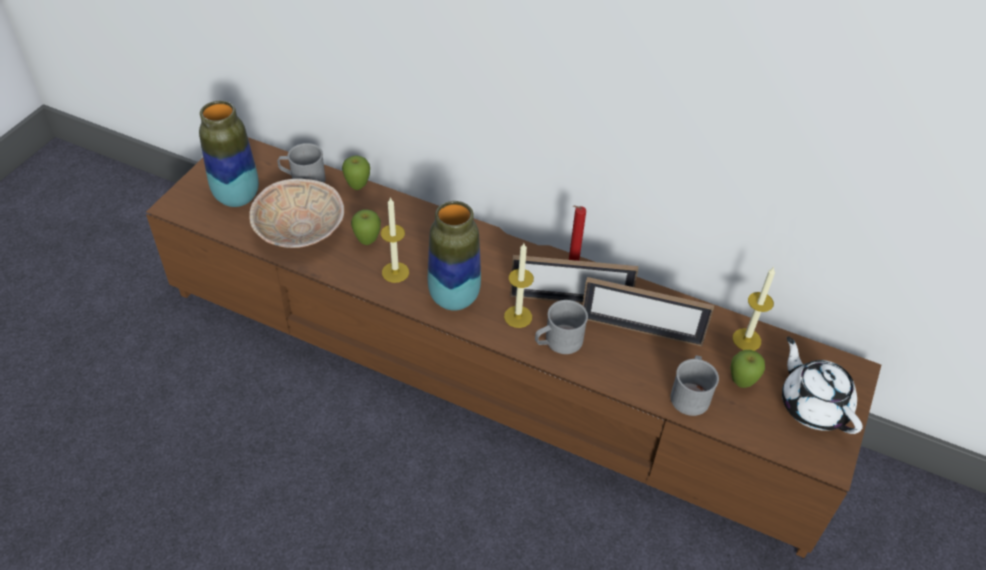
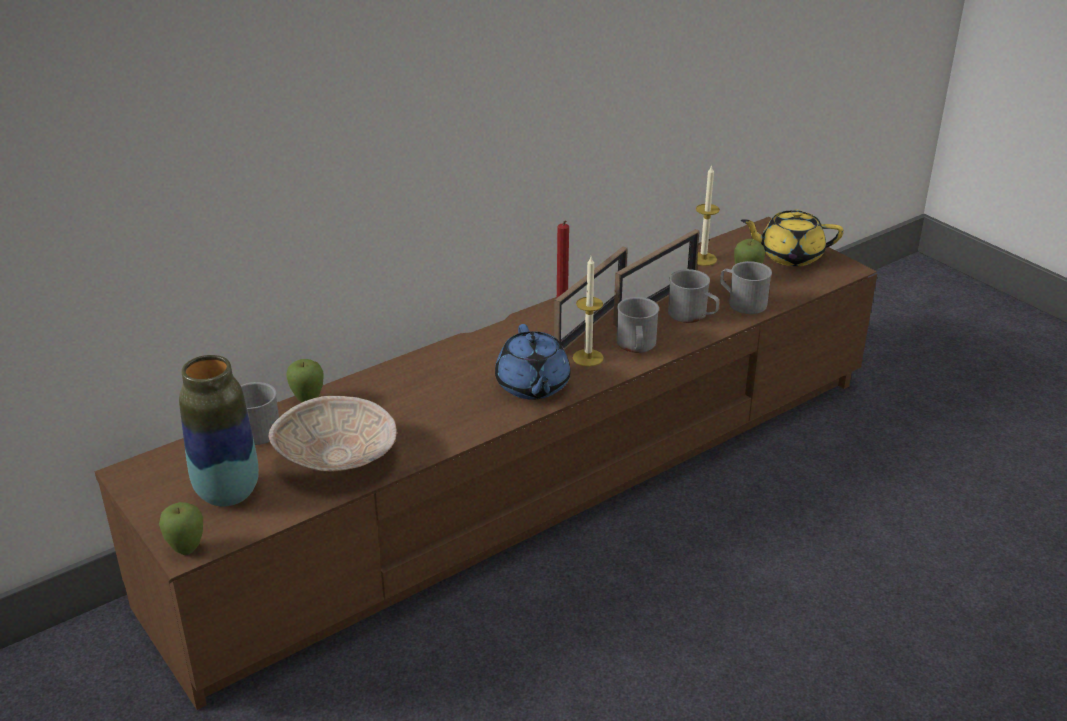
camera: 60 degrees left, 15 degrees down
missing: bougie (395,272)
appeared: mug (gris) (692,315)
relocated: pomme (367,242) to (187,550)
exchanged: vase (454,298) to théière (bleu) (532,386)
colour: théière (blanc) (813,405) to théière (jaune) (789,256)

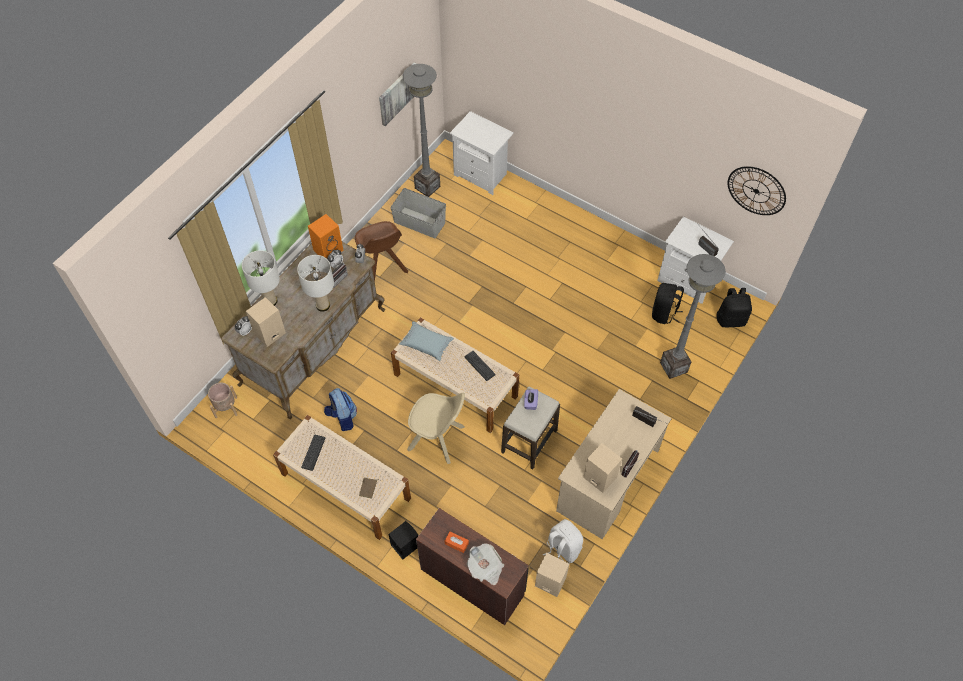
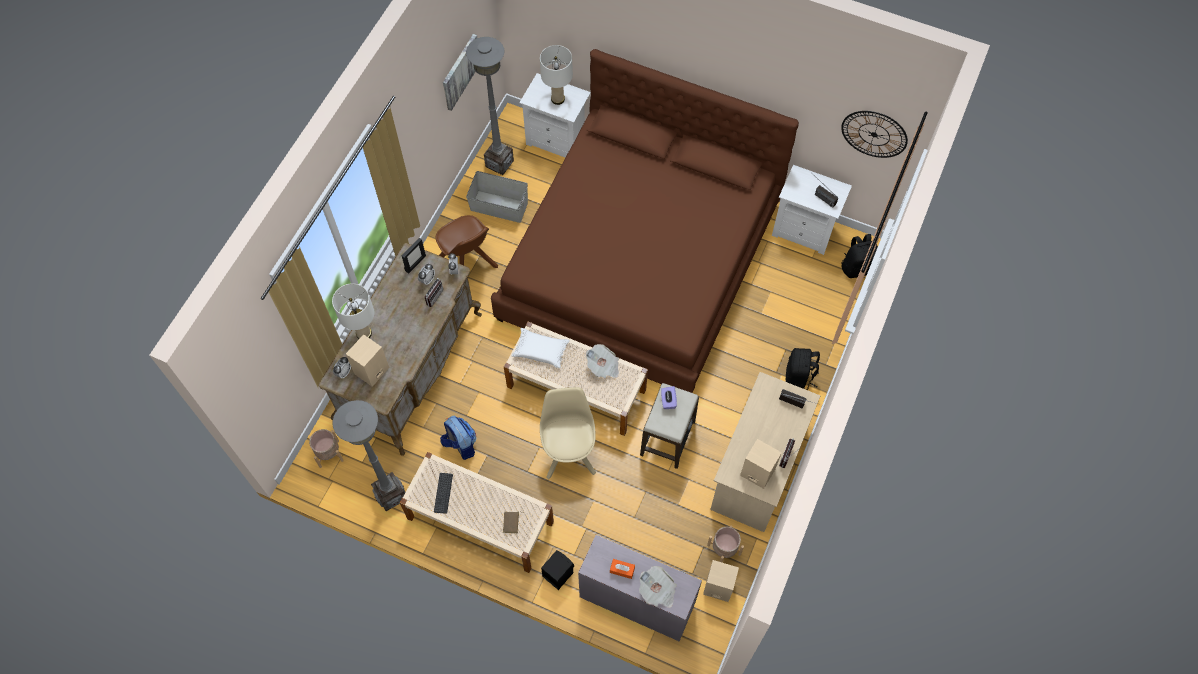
camera: 10 degrees left, 5 degrees up
appeared: lit (marron) (640,260)
relocated: lampe de table (blanc) (323,305) to (557,99); sac à dos (noir) (664,313) to (798,378); lampadaire (gris) (674,367) to (391,495)
exchanged: enceinte (orange) (328,249) to cadre photo (415,263); clavier (479,366) to journal (603,366); sac à dos (blanc) (562,549) to cache-pot (beige) (724,550)
colour: coussin (bleu) (426,343) to coussin (blanc) (540,350); bureau (marron) (472,580) to bureau (gris) (637,599)
spun: chaise (beige) (437,439) = (569,451) 105 degrees counterclockwise

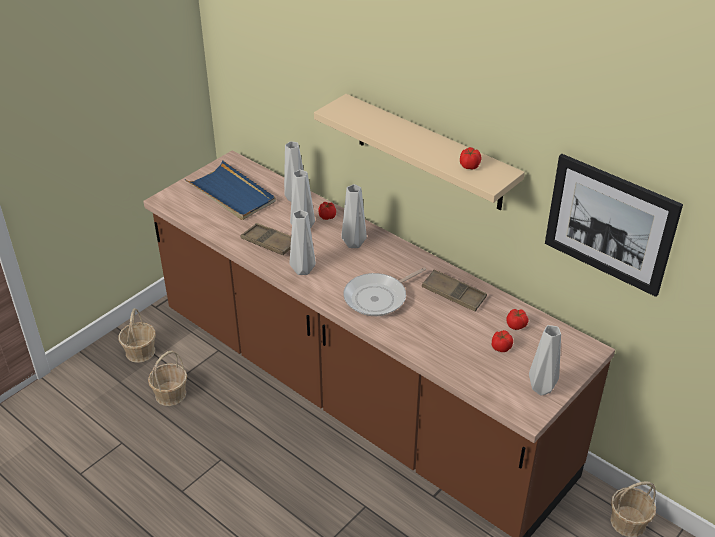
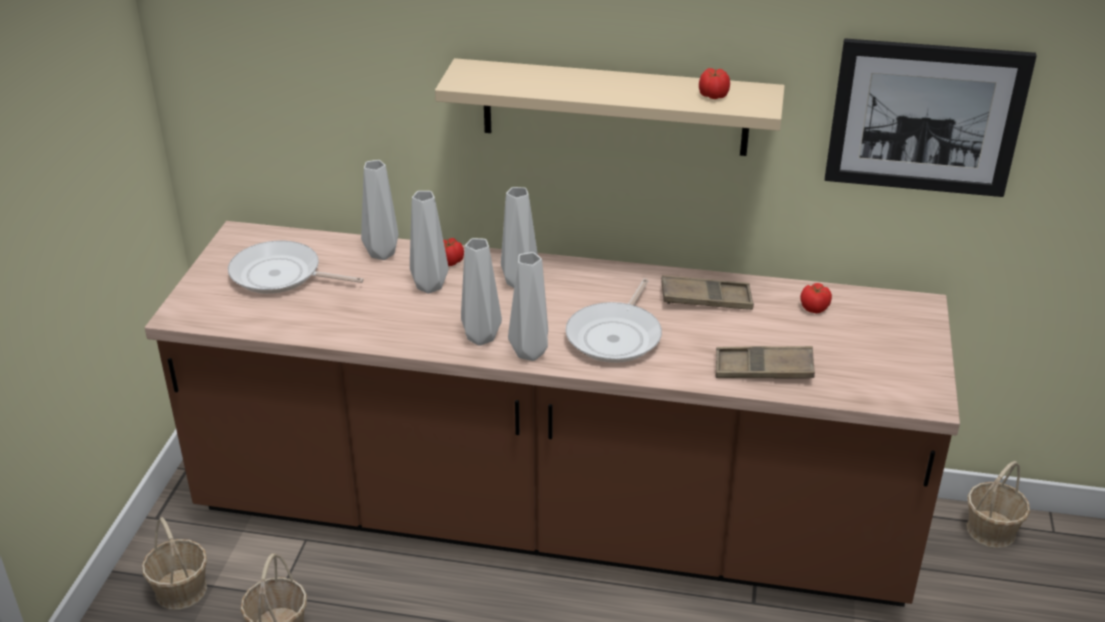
camera: 30 degrees left, 5 degrees down
missing: tomate (500,347)
relocated: plateau (marron) (269,243) to (763,369); vase (gris) (540,388) to (528,353)
exchanged: plateau (bleu) (231,194) to poêle (280,275)

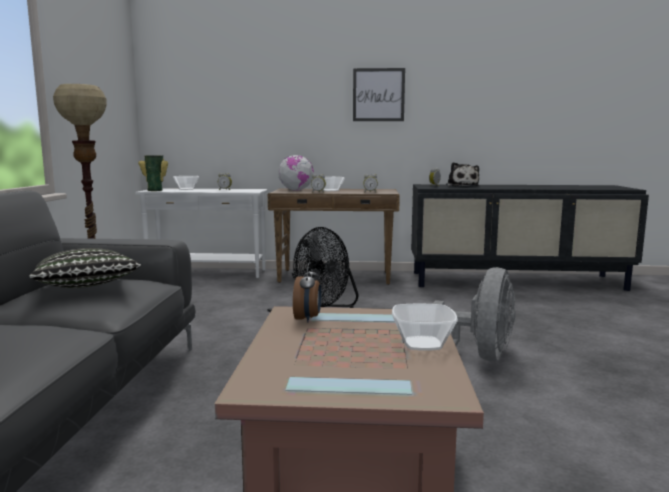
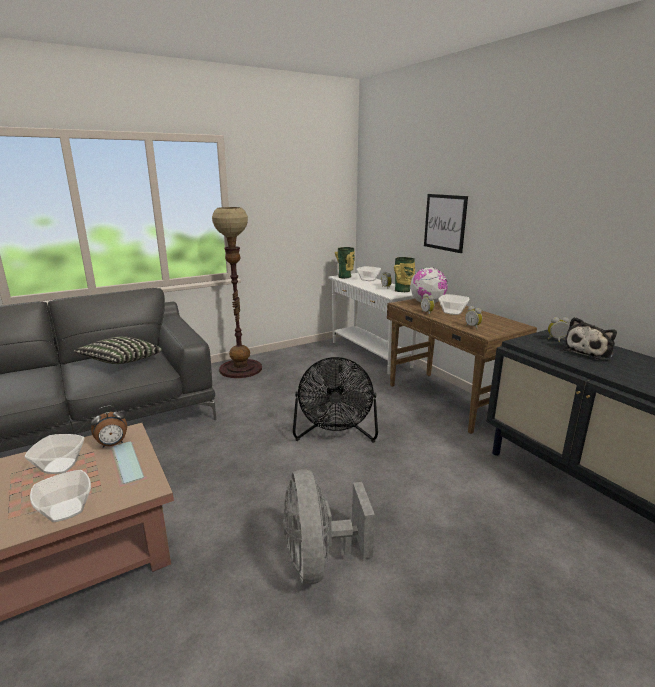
camera: 55 degrees right, 10 degrees up
appeared: bol (59,466); vase (403,290)
relocated: tableau (378,95) to (445,222)
spun: ventilateur (gris) (478,357) = (319,560) 90 degrees clockwise

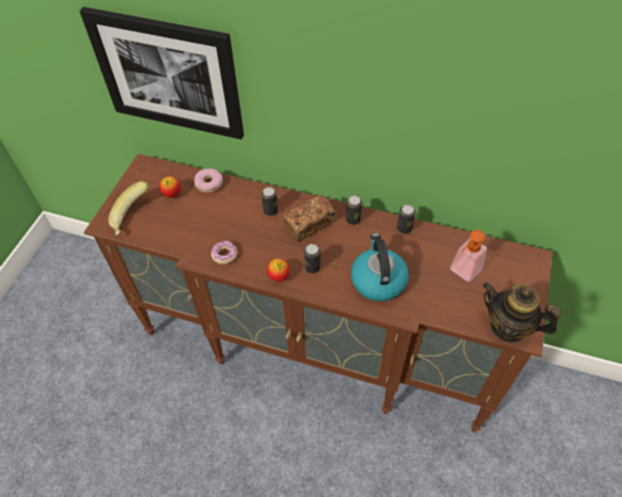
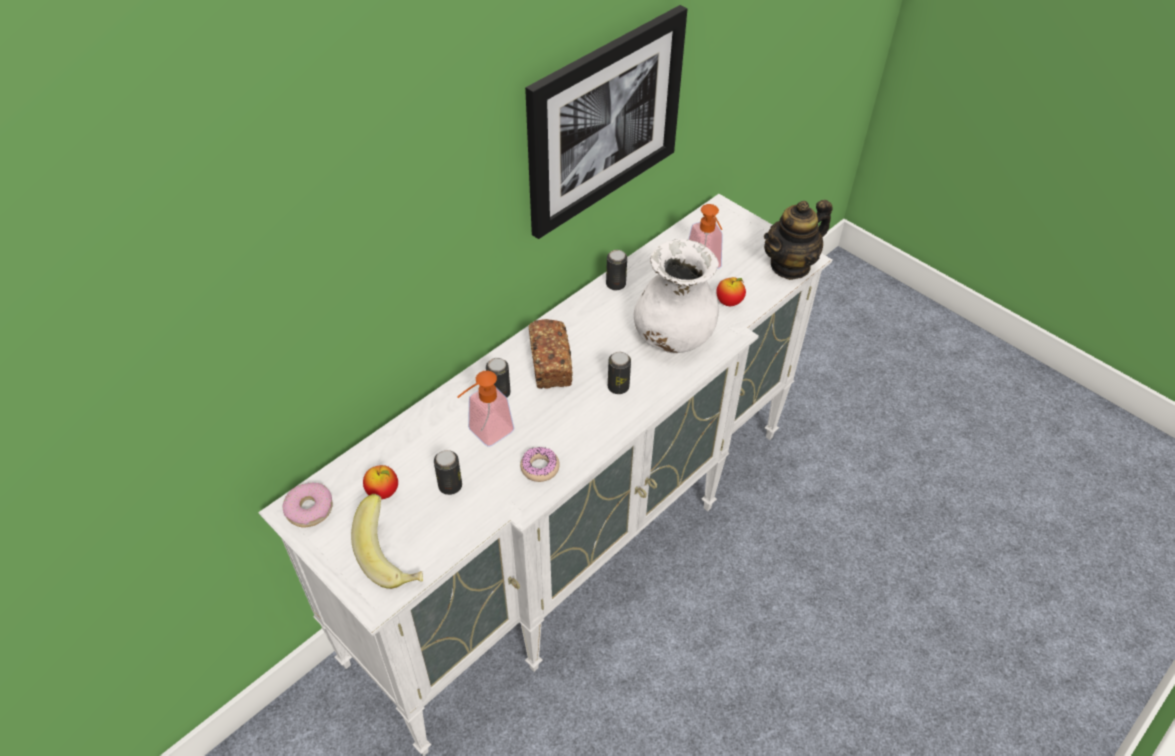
camera: 65 degrees left, 5 degrees down
appeared: distributeur de savon (485,434)
relocated: tableau (168,74) to (603,121); beignet (209,183) to (309,509); pomme (279,276) to (729,302); boîte métallique (353,219) to (450,486)
exchanged: bouilloire (377,280) to vase (blanc) (673,337)
colour: meuble de rangement (marron) (315,347) to meuble de rangement (blanc) (580,542)

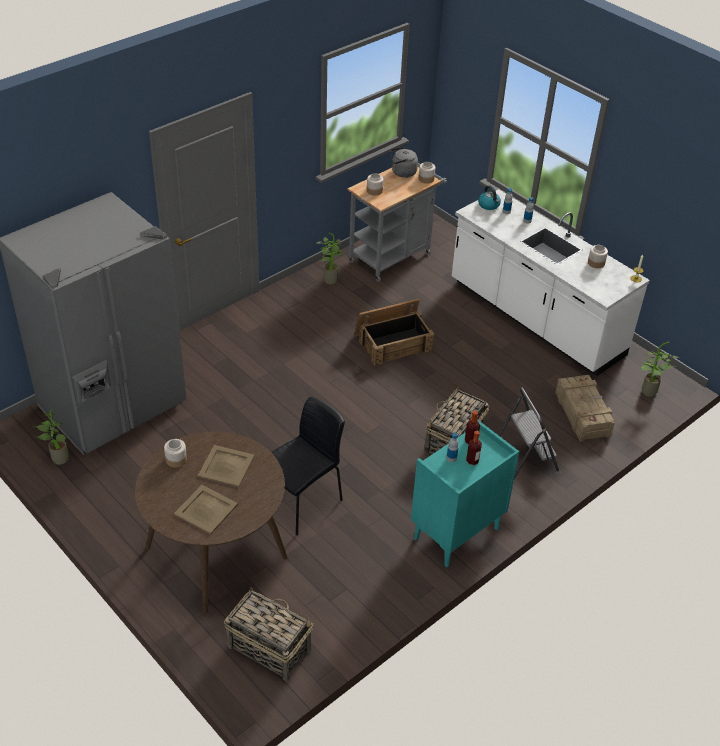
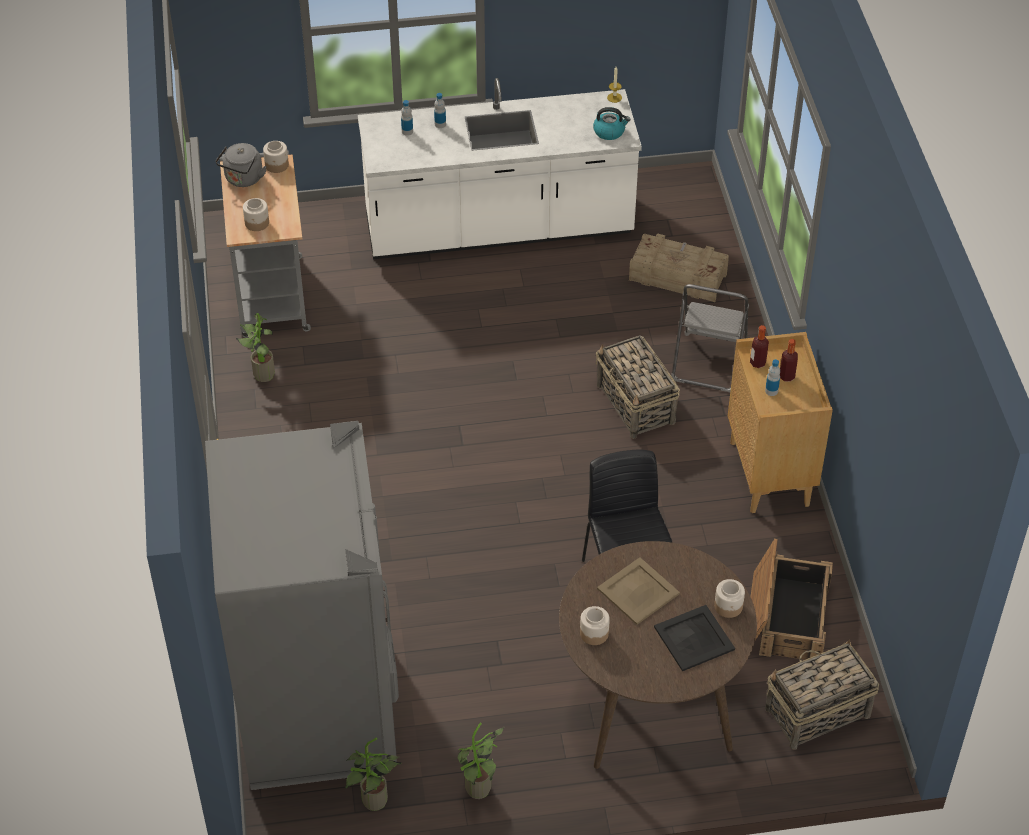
camera: 55 degrees left, 5 degrees up
relocated: caisse (393,342) to (785,617); bouilloire (489,205) to (609,132); bocal (596,263) to (728,606); plante en pot (648,393) to (480,792)
colour: plateau (beige) (206,510) to plateau (noir) (695,638); meuble de rangement (turquoise) (456,533) to meuble de rangement (marron) (769,474)

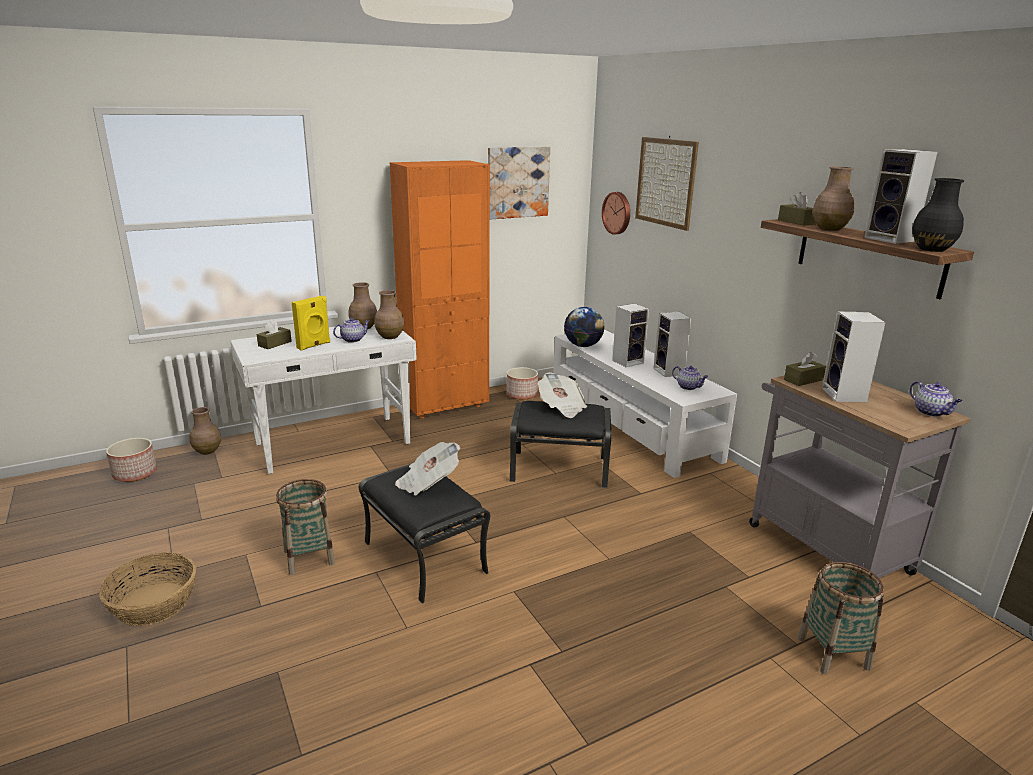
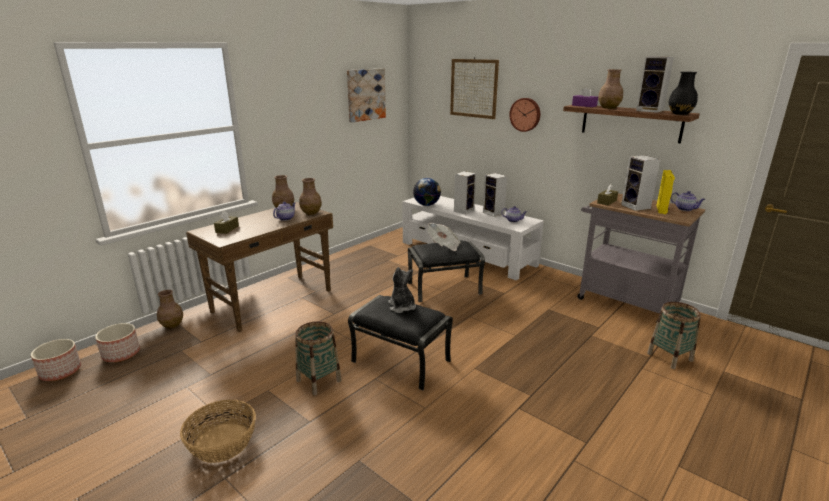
camera: 20 degrees left, 0 degrees up
missing: meuble de rangement (orange) (446,406)
relocated: enceinte (jaune) (314,345) to (662,210); cache-pot (521,394) to (60,371); horloge murale (617,213) to (525,114)
exchanged: journal (428,483) to peluche (402,307)
colour: table console (blanc) (334,444) to table console (marron) (273,301); boîte à mouchoirs (marron) (796,222) to boîte à mouchoirs (violet) (584,106)

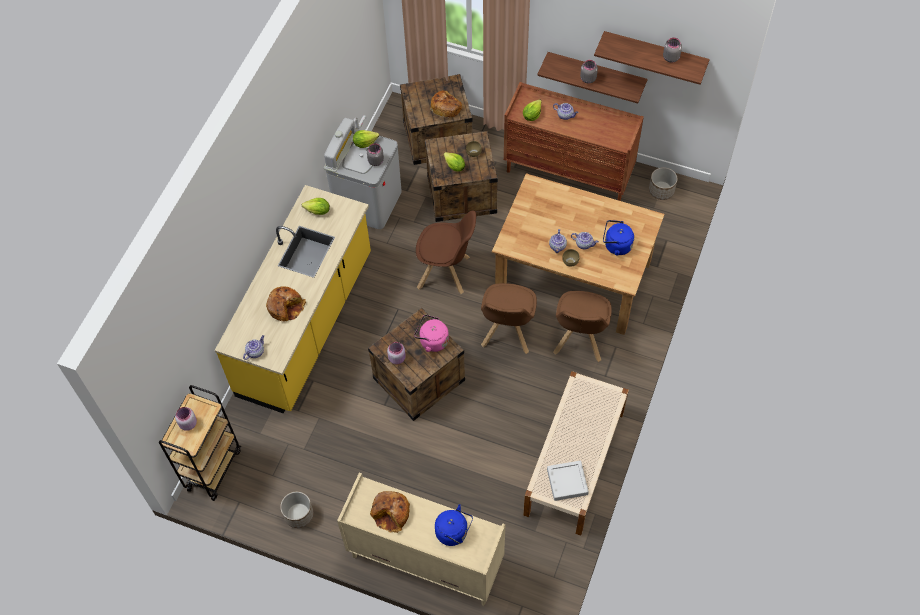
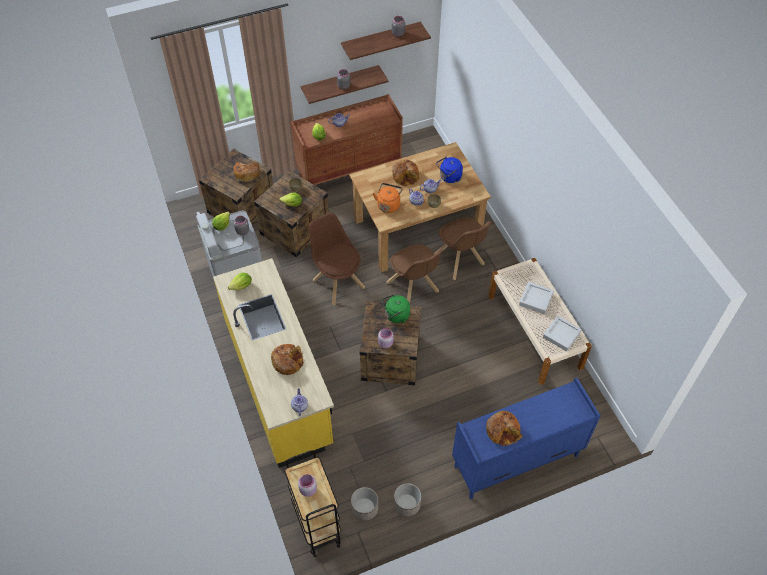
camera: 45 degrees left, 5 degrees down
missing: bouilloire (bleu) (454,532)
appeared: bouilloire (orange) (388,204); pain (406,176); plateau (gris) (535,299)
relocated: cache-pot (661,190) to (364,508)
colour: meuble de rangement (beige) (425,561) to meuble de rangement (bleu) (515,461); bouilloire (rose) (432,341) to bouilloire (vert) (396,316)
spun: chaise (marron) (446,272) = (337,282) 90 degrees counterclockwise

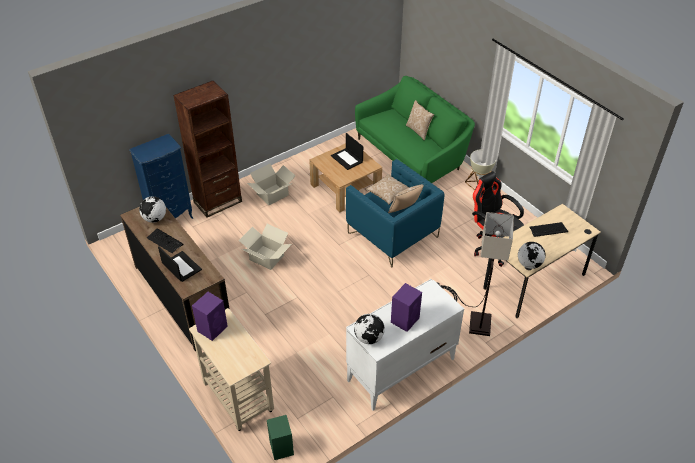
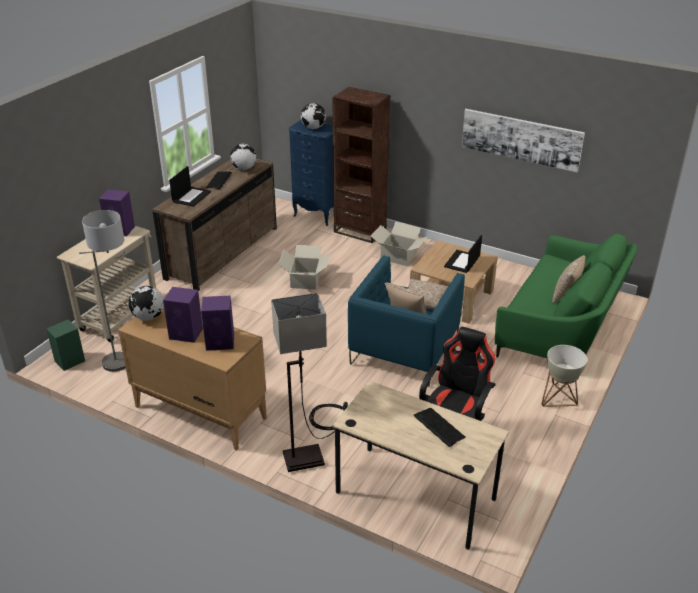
camera: 65 degrees right, 10 degrees down
appeared: lampadaire (gris) (124,362); enceinte (violet) (221,342); tableau (521,139)
relocated: globe (529,264) to (313,128)
colour: meuble de rangement (blanc) (400,369) to meuble de rangement (marron) (200,412)

